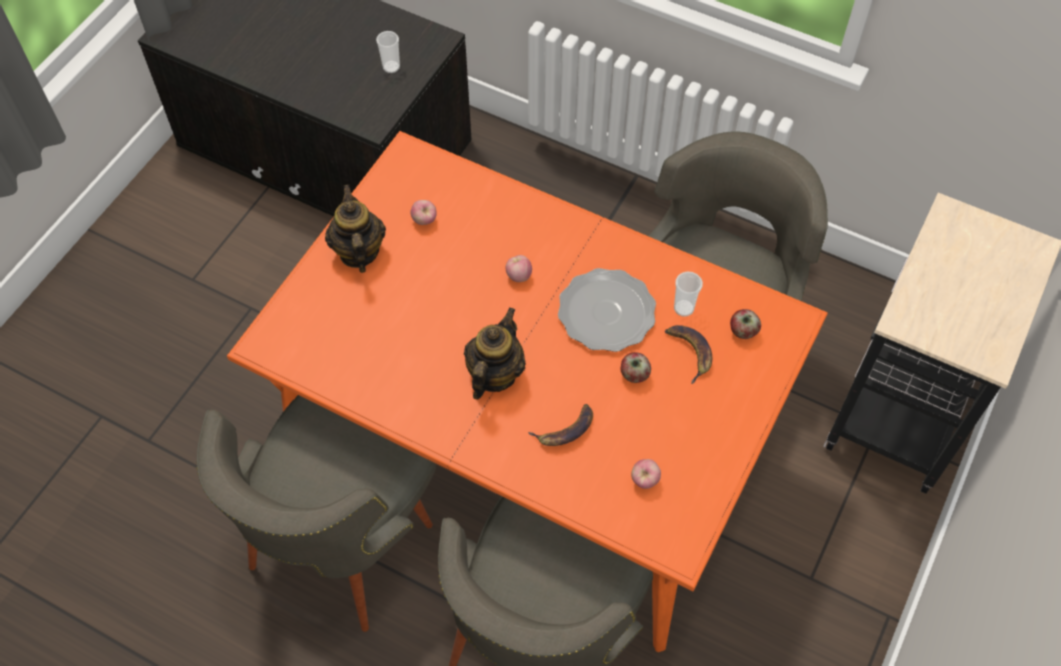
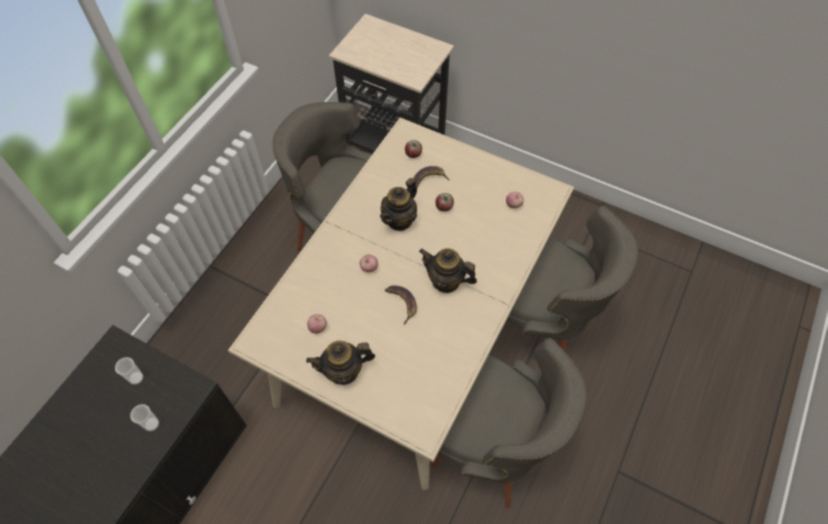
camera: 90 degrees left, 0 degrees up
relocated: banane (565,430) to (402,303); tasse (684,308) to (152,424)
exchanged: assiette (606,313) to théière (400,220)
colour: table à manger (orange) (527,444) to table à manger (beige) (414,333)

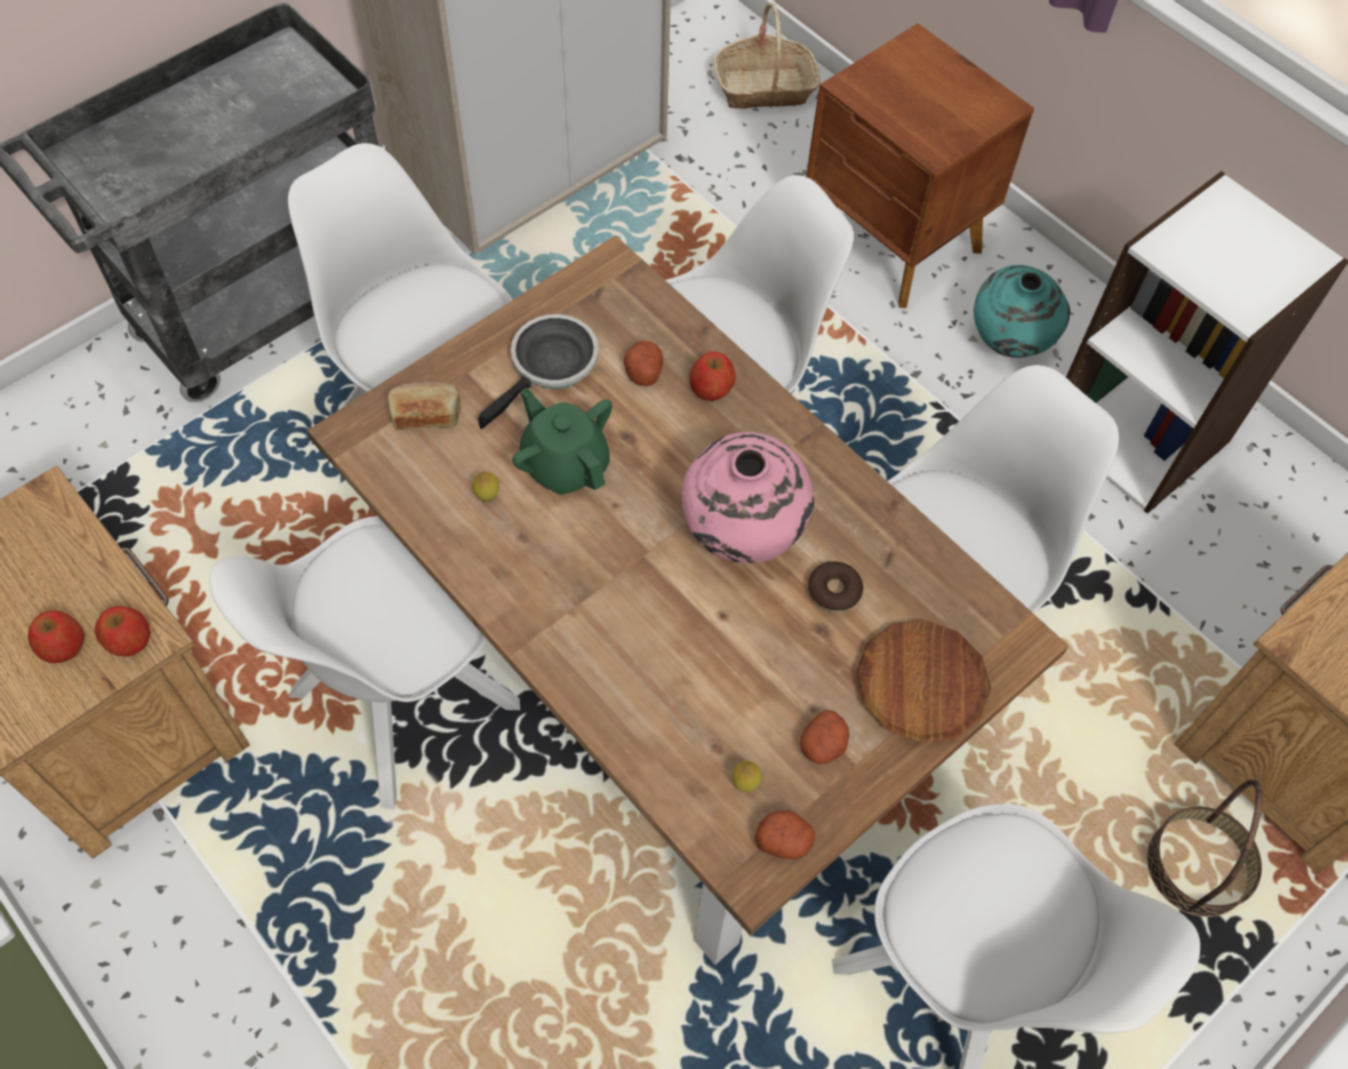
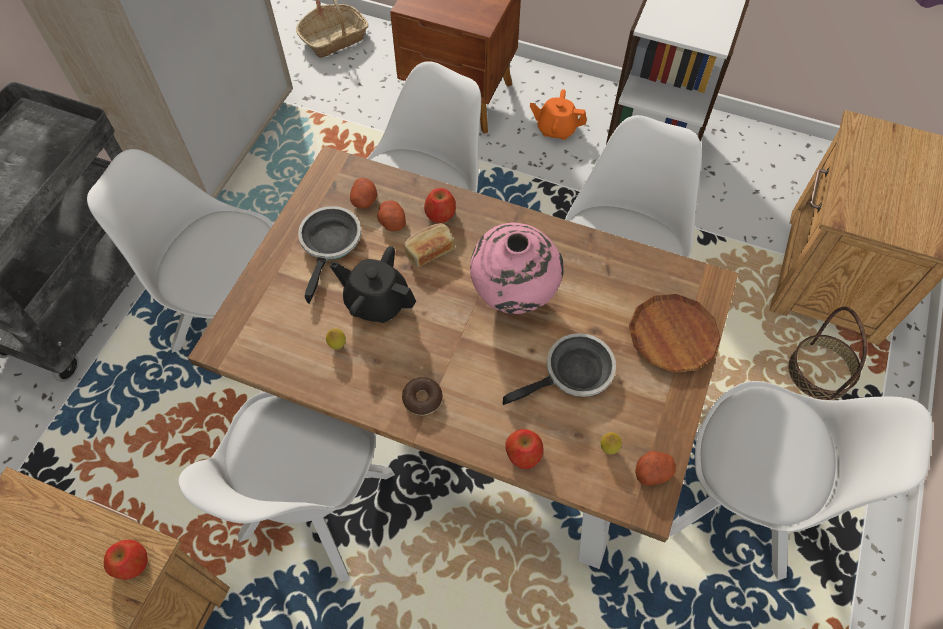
camera: 25 degrees left, 0 degrees up
appeared: poêle (573,374)
relocated: pomme (63,645) to (523,453); pain (426,414) to (429,250); pomme de terre (823,745) to (364,200); beignet (834,591) to (422,399)
exchanged: vase (turquoise) (1009,343) to théière (orange) (556,129)
colour: théière (vert) (565,464) to théière (noir) (377,302)

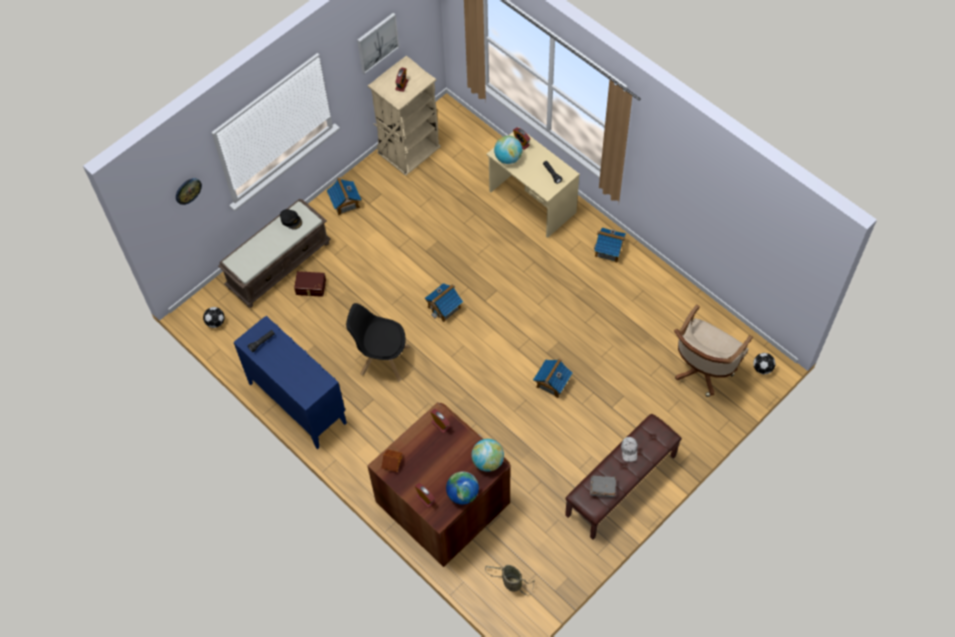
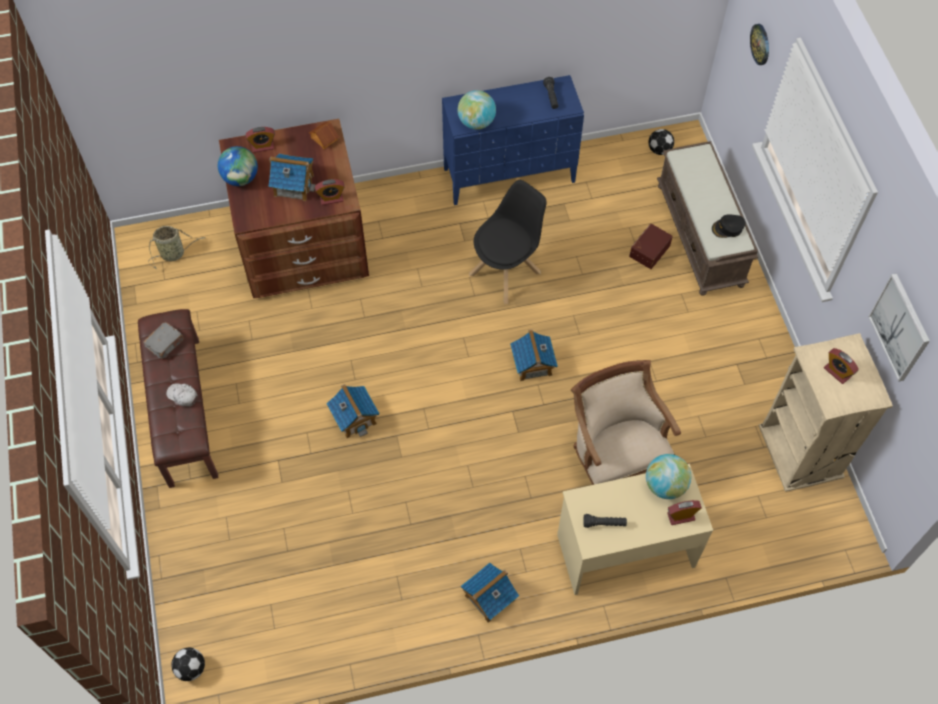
camera: 120 degrees right, 0 degrees up
relocated: maison miniature (345,203) to (293,185); globe (487,461) to (476,122); chaise de bureau (702,372) to (612,462)

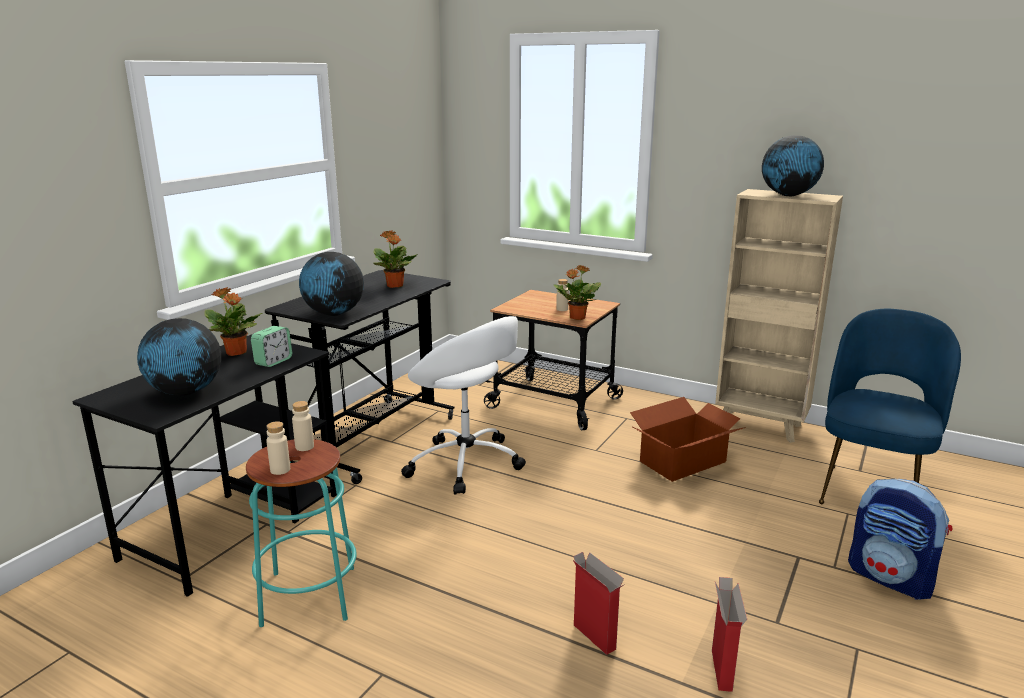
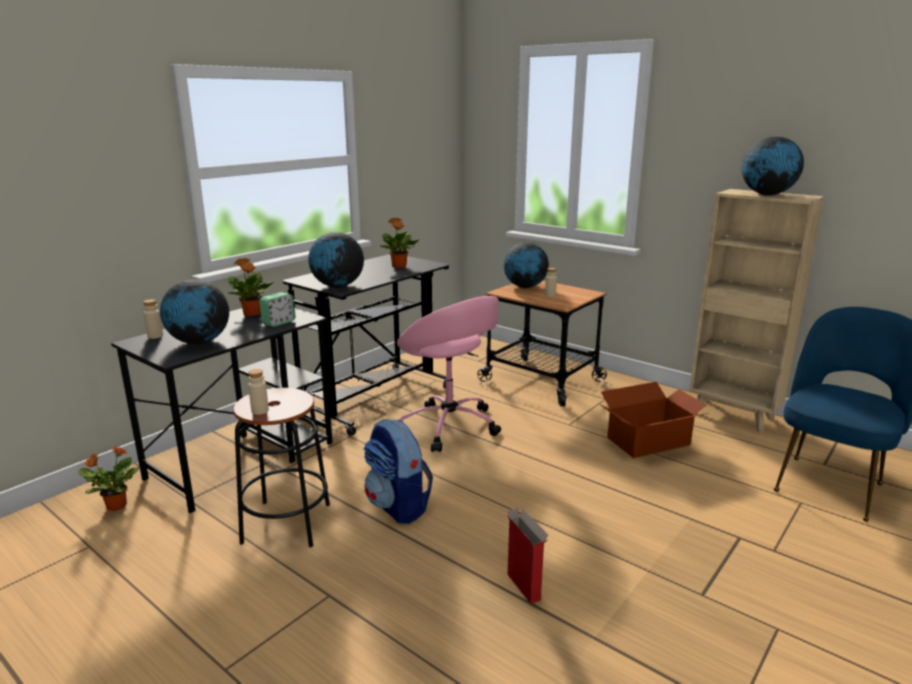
camera: 10 degrees right, 0 degrees up
missing: carton (721,669)
appeared: globe (524,287)
relocated: bouteille (beige) (304,447) to (155,336); plante en pot (577,318) to (115,506); sac à dos (891,578) to (398,506)
colour: tabouret (turquoise) (309,595) to tabouret (noir) (286,523); chaise de bureau (blanc) (467,464) to chaise de bureau (rose) (449,427)

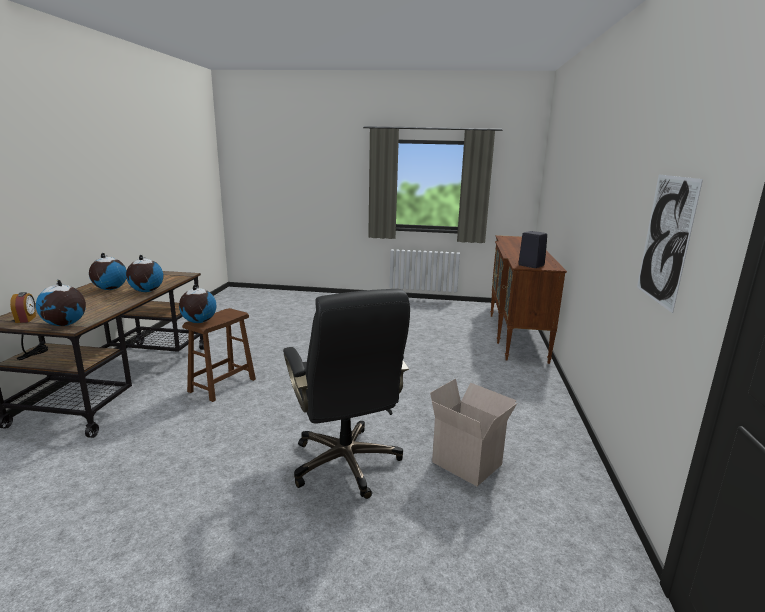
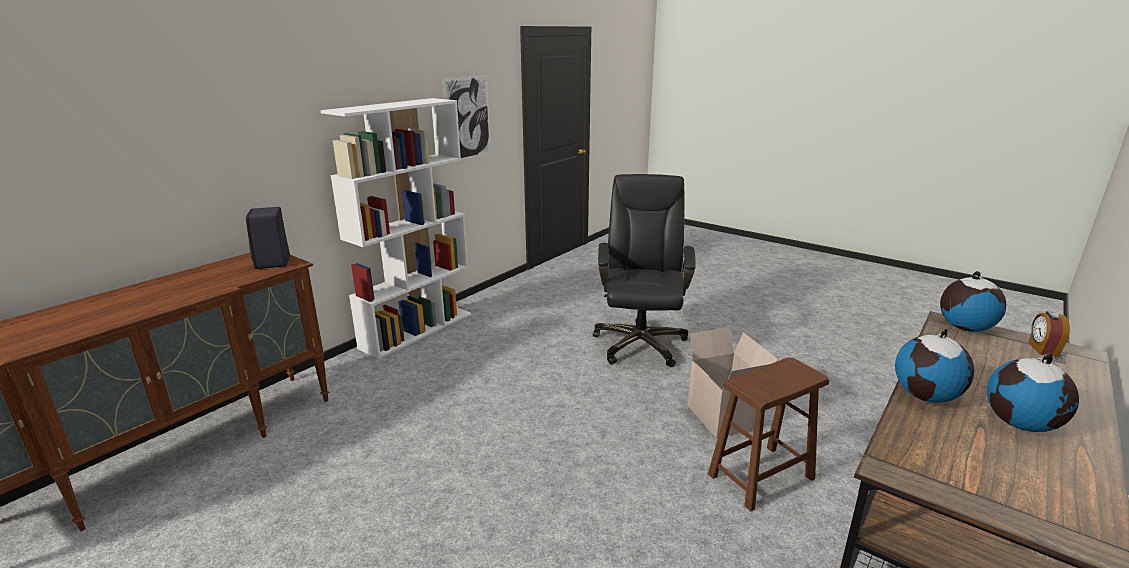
camera: 150 degrees left, 5 degrees up
missing: globe (199,322)
appeared: bibliothèque (blanc) (417,330)
relocated: carton (469,463) to (720,416)

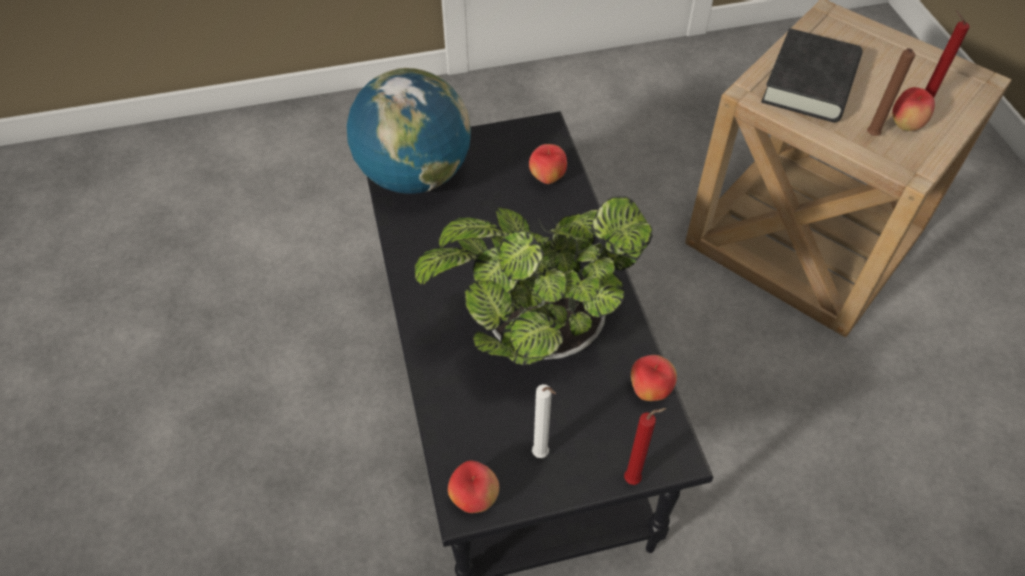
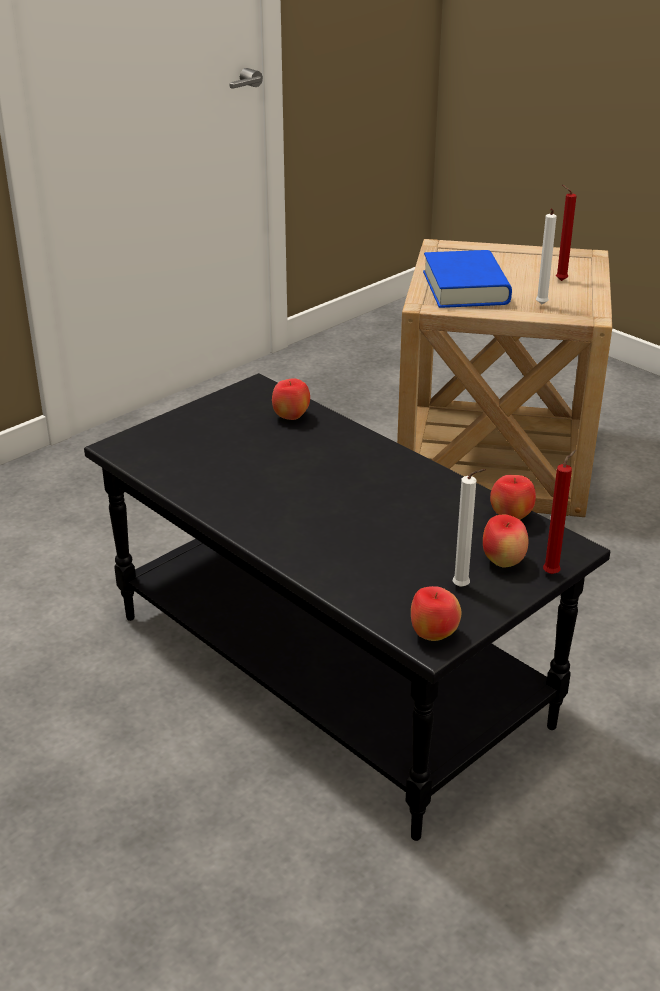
camera: 30 degrees left, 20 degrees down
missing: globe (414,175); plante en pot (535,335)
relocated: pomme (905,126) to (503,562)
colour: livre (noir) (810,83) to livre (bleu) (465,288); bougie (marron) (870,136) to bougie (blanc) (541,305)

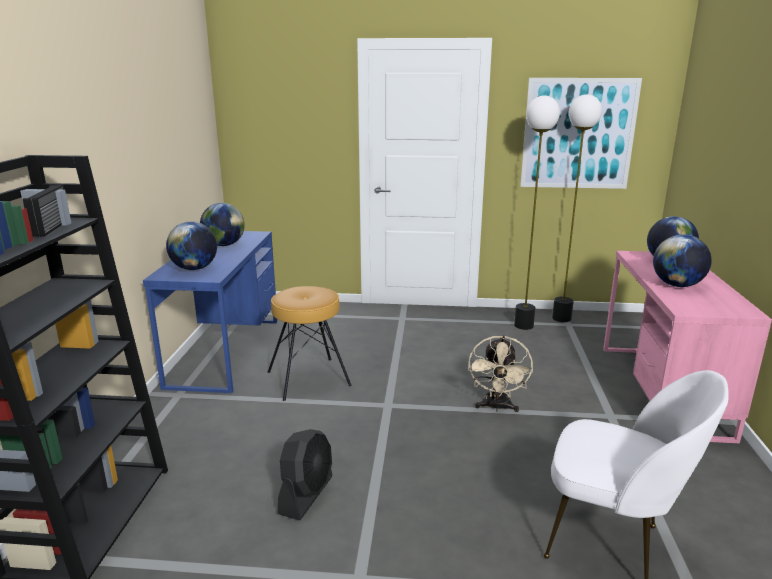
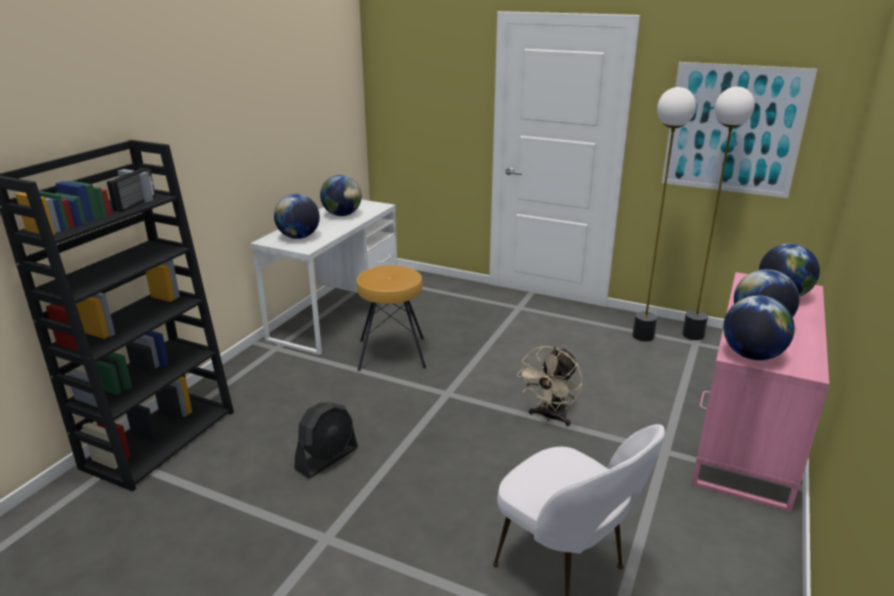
camera: 20 degrees right, 5 degrees up
appeared: globe (751,355)
colour: bureau (bleu) (226,351) to bureau (blanc) (336,314)

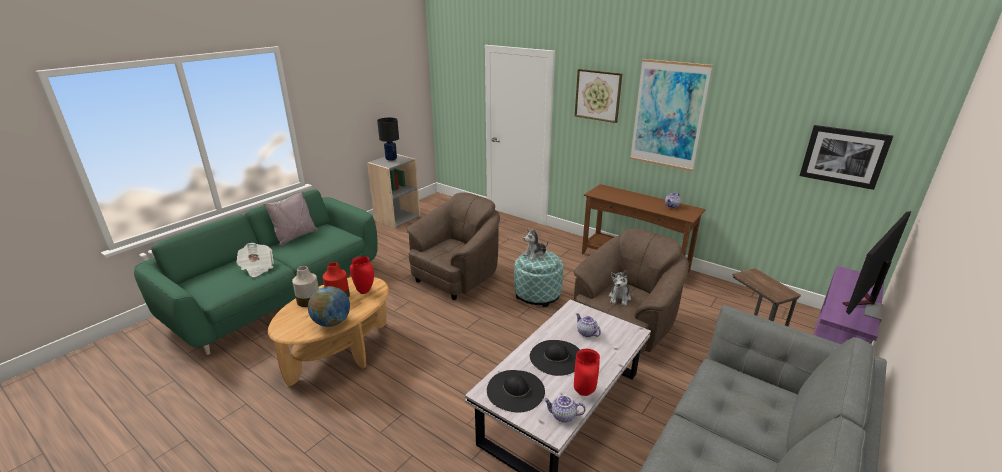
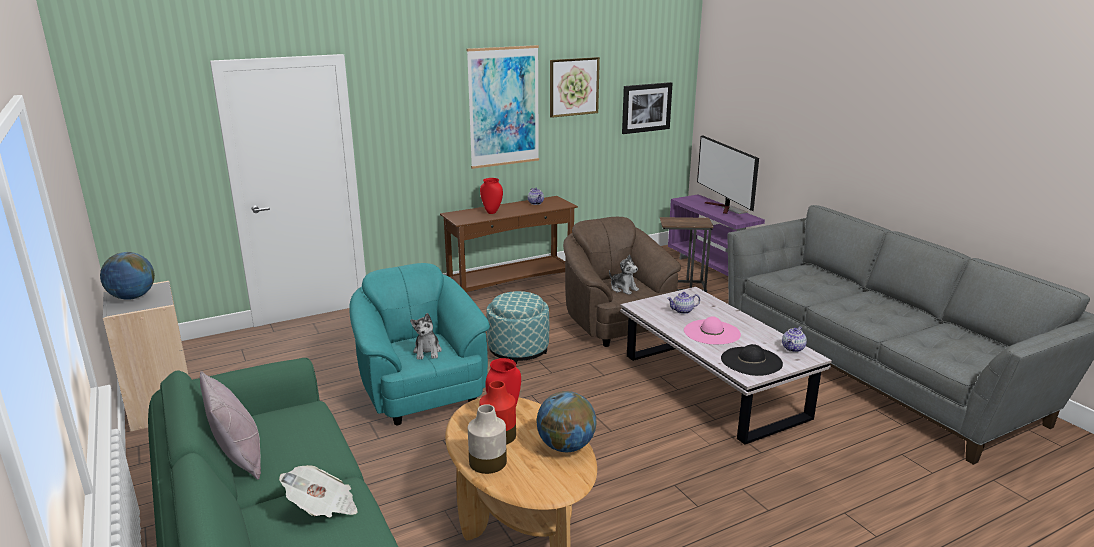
camera: 65 degrees left, 5 degrees down
relocated: peluche (535,255) to (427,352); vase (rouge) (583,392) to (491,212); tableau (598,95) to (573,87)
exchanged: lampe de table (noir) (391,159) to globe (132,297)
colour: fauteuil (marron) (457,277) to fauteuil (turquoise) (421,391); chapeau (noir) (556,357) to chapeau (rose) (712,332)

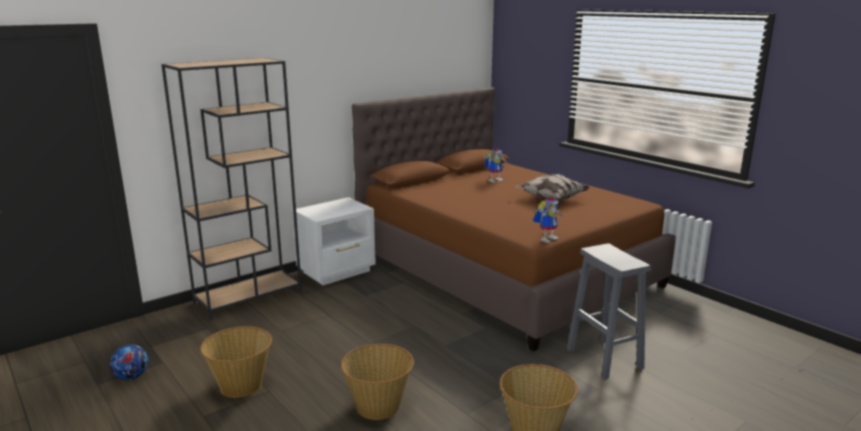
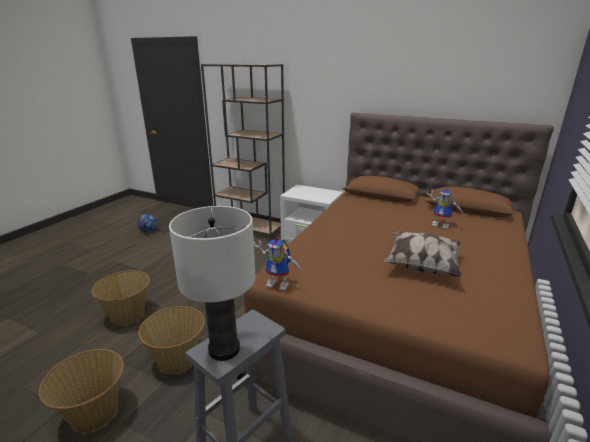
camera: 65 degrees right, 5 degrees up
appeared: lampe de table (blanc) (223,349)
relocated: panier (241,385) to (178,359)

